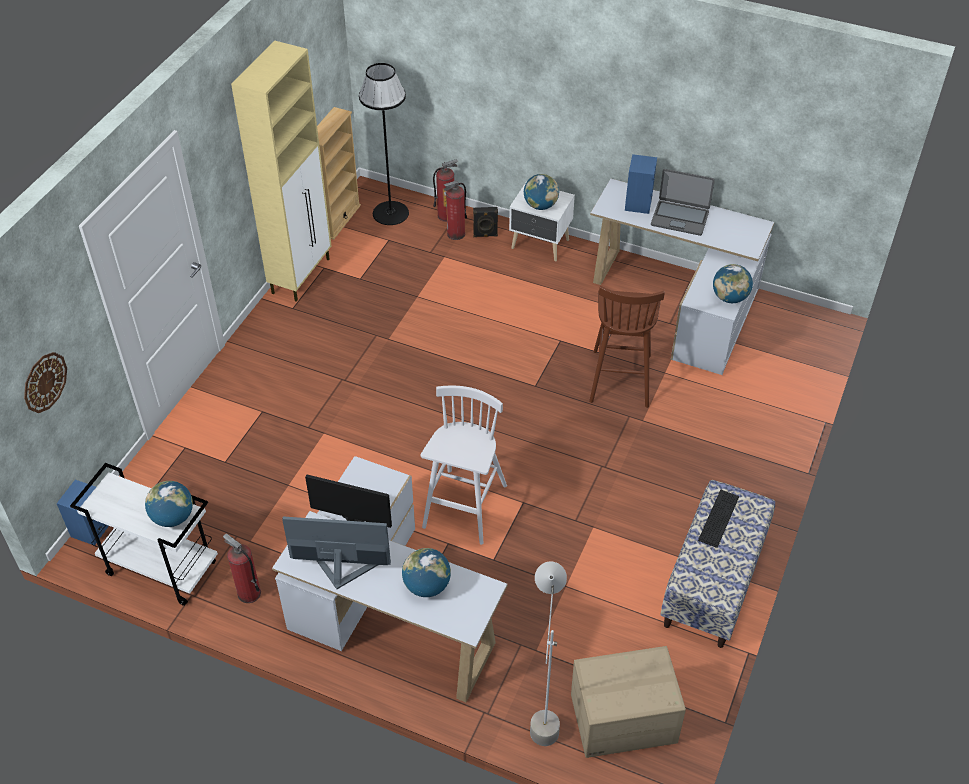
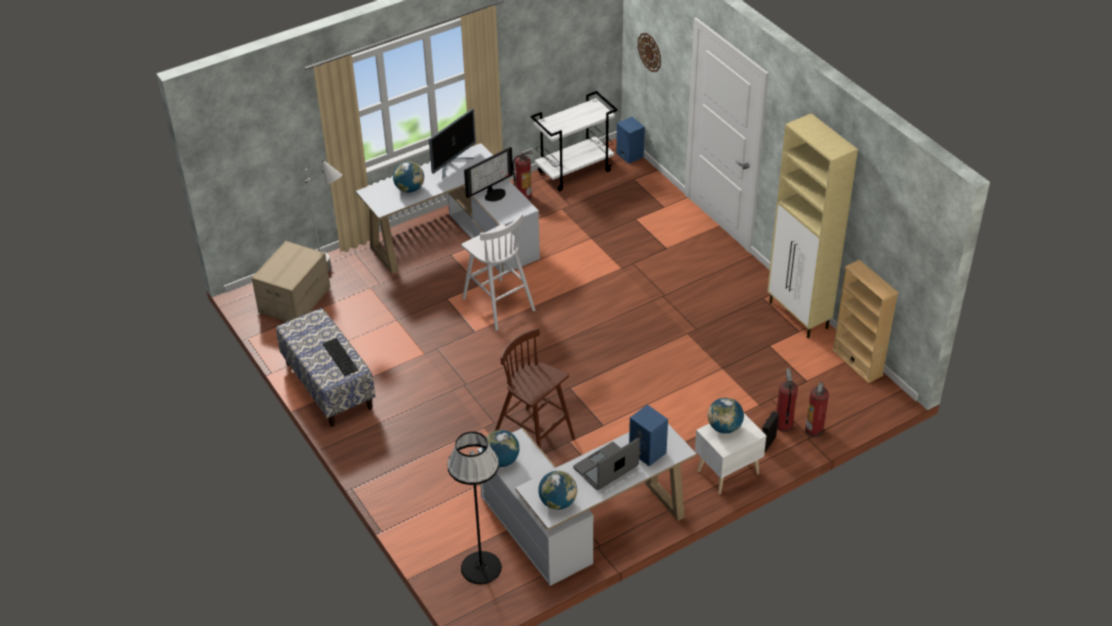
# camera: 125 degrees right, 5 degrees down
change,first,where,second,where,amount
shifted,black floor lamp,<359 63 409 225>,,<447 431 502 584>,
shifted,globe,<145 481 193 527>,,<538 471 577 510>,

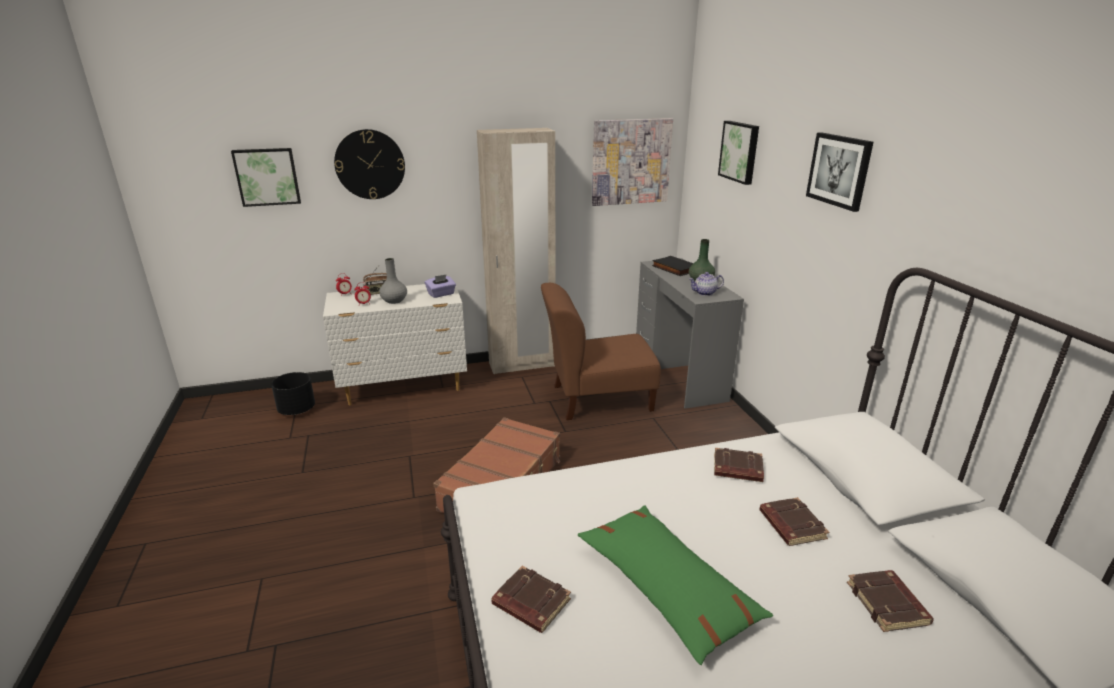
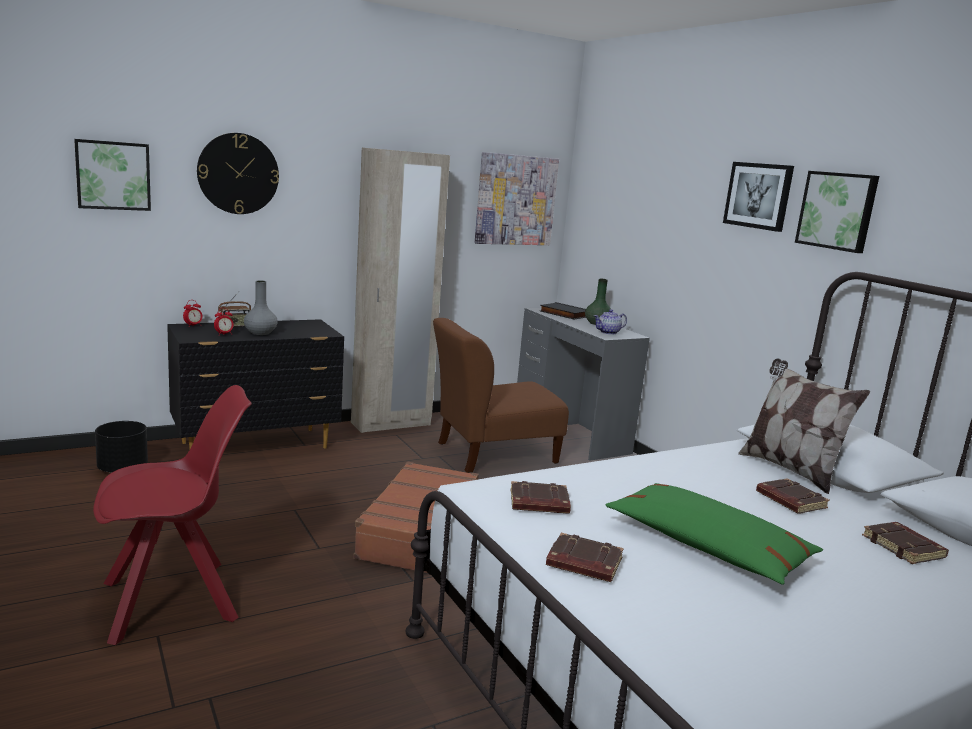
# camera: 15 degrees left, 10 degrees down
change,first,where,second,where,amount
shifted,picture,<718 121 759 185>,,<795 171 879 253>,
gone,purple tissue box,<425 275 456 298>,,,
repainted,white dresser,<323 284 467 405>,black dresser,<167 319 344 450>,
shifted,brown book,<714 448 764 482>,,<510 481 571 514>,
new,,,pillow,<738 358 870 494>,
new,,,red chair,<93 385 252 645>,

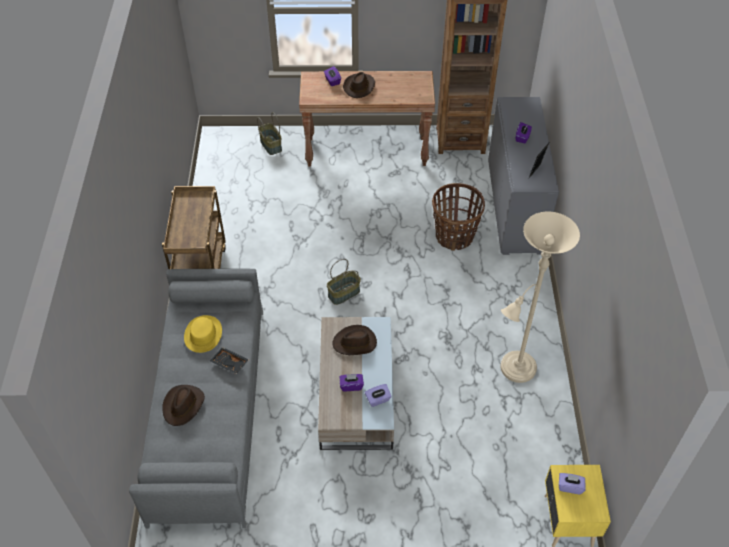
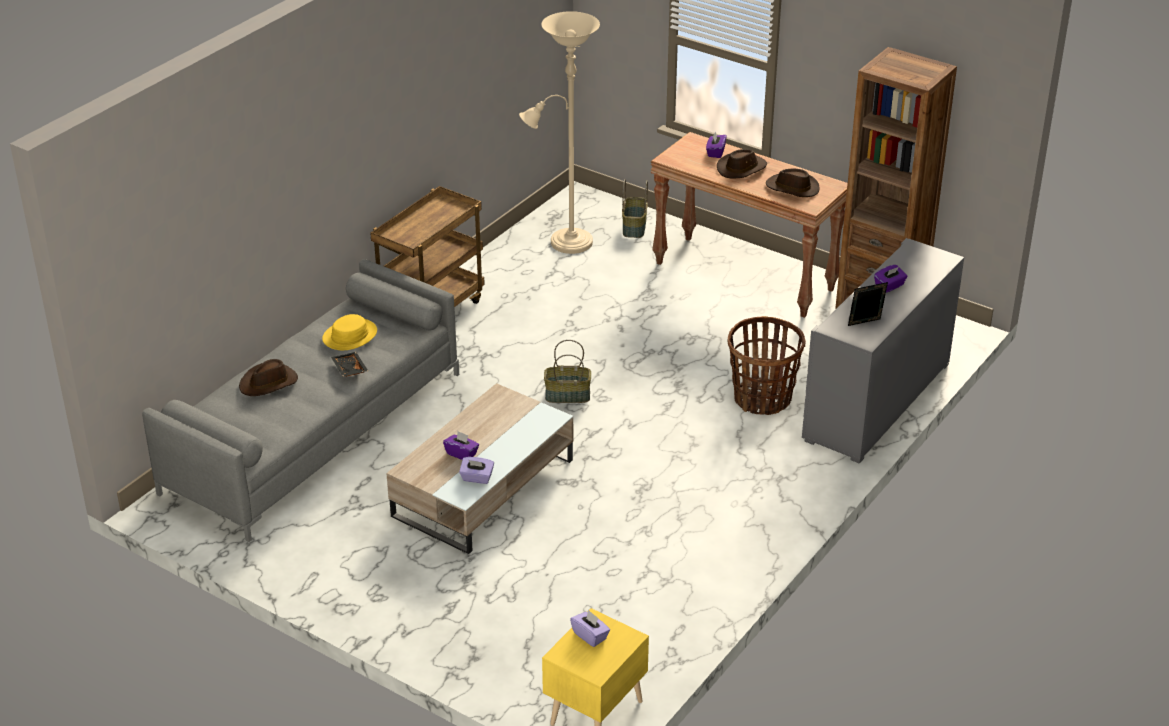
# camera: 35 degrees right, 15 degrees down
change,first,where,second,where,amount
shifted,beige floor lamp,<500 212 580 383>,,<519 11 600 254>,
shifted,brown hat,<332 325 377 355>,,<766 169 820 197>,

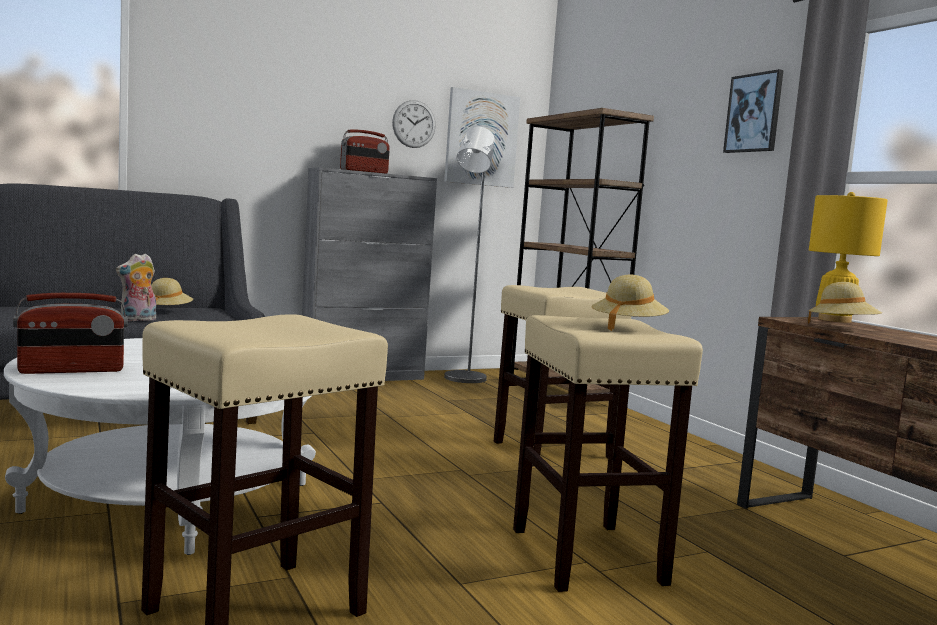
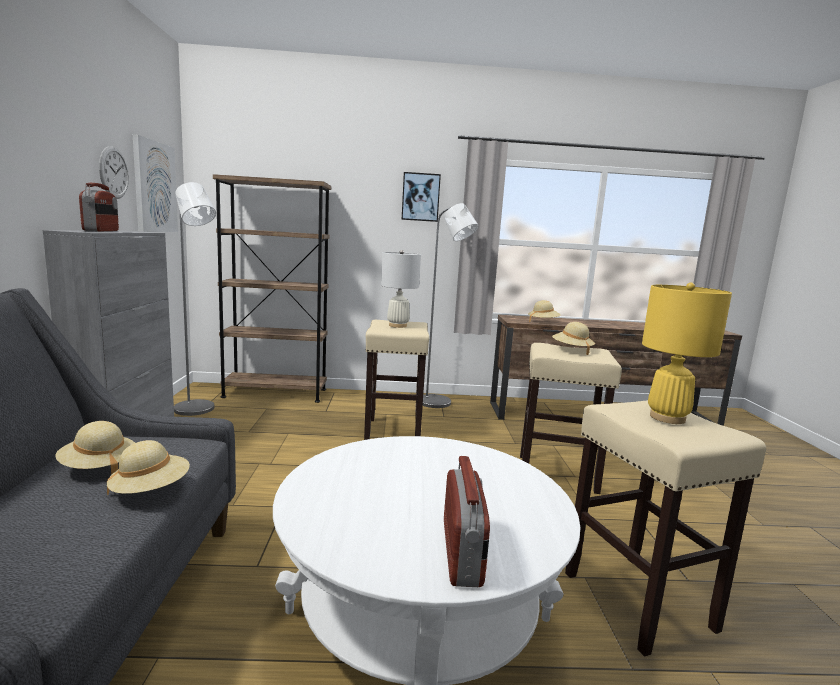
# camera: 65 degrees left, 5 degrees up
change,first,where,second,where,amount
shifted,yellow table lamp,<809 192 888 323>,,<642 283 732 424>,
swapped,plush toy,<116 253 156 322>,beige hat,<107 440 190 495>,
new,,,grey floor lamp,<423 203 479 408>,
new,,,white table lamp,<381 250 421 328>,

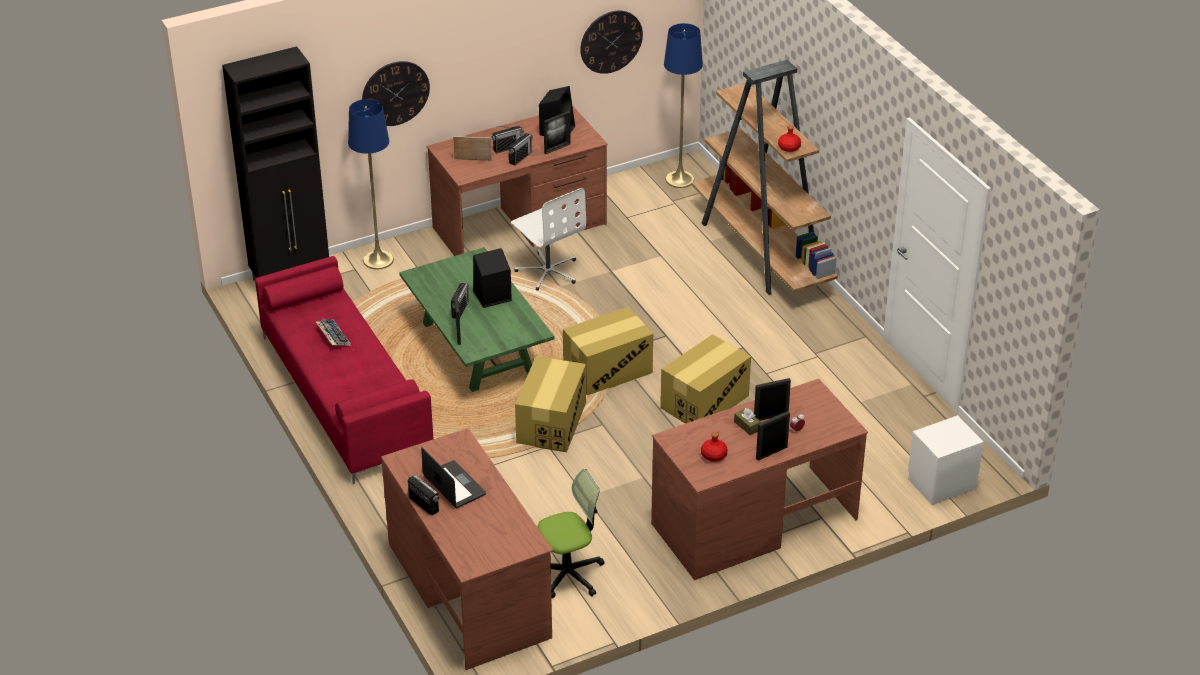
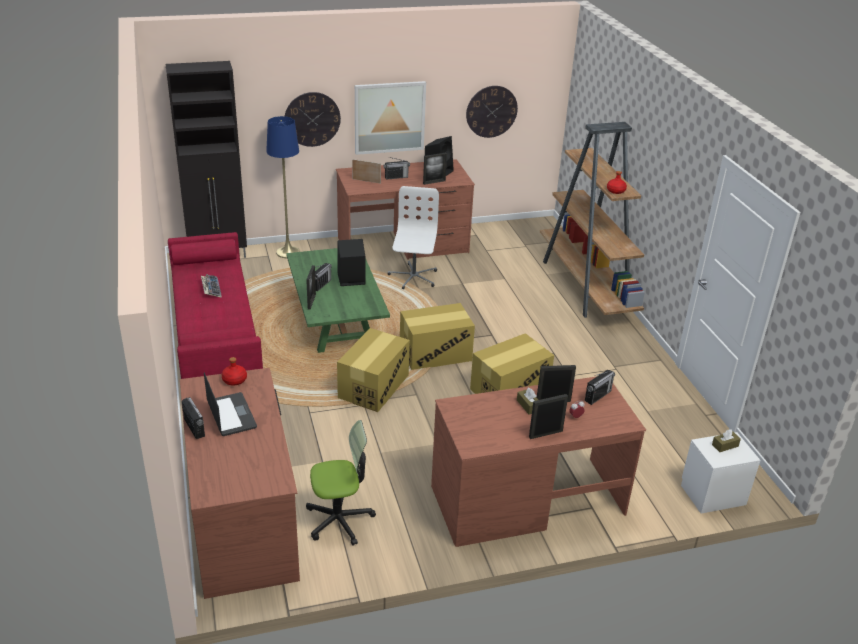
# camera: 10 degrees right, 5 degrees down
change,first,where,second,where,amount
gone,blue floor lamp,<664 23 703 188>,,,
shifted,radio,<508 133 533 166>,,<585 370 615 405>,
rotated,white office chair,<511 188 586 291>,,<388 186 439 289>,150 degrees counterclockwise
shifted,red bottle,<701 432 728 462>,,<222 357 247 386>,
new,,,picture,<355 81 426 155>,
new,,,brown tissue box,<712 429 741 452>,

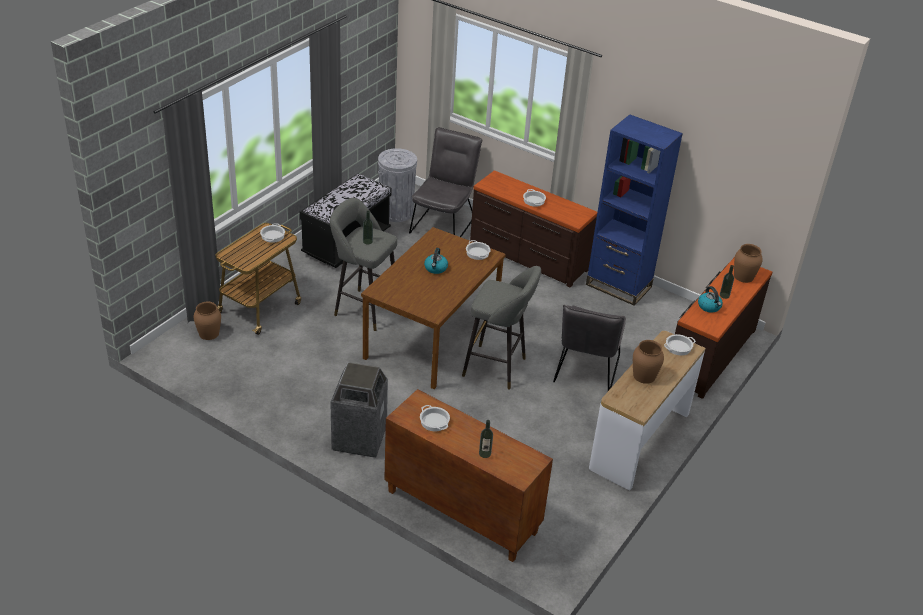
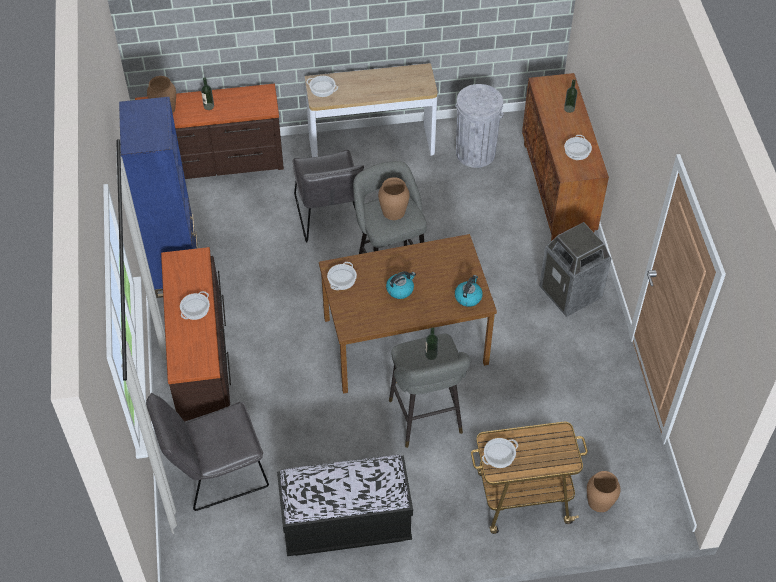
# camera: 130 degrees left, 15 degrees up
change,first,where,second,where,amount
shifted,grey trash can,<378 148 417 222>,,<455 84 504 168>,
shifted,kettle,<698 286 723 313>,,<455 275 483 307>,
rotated,grey chair,<553 305 626 391>,,<293 150 364 242>,105 degrees clockwise
shifted,brown vase,<633 340 664 384>,,<378 177 410 220>,

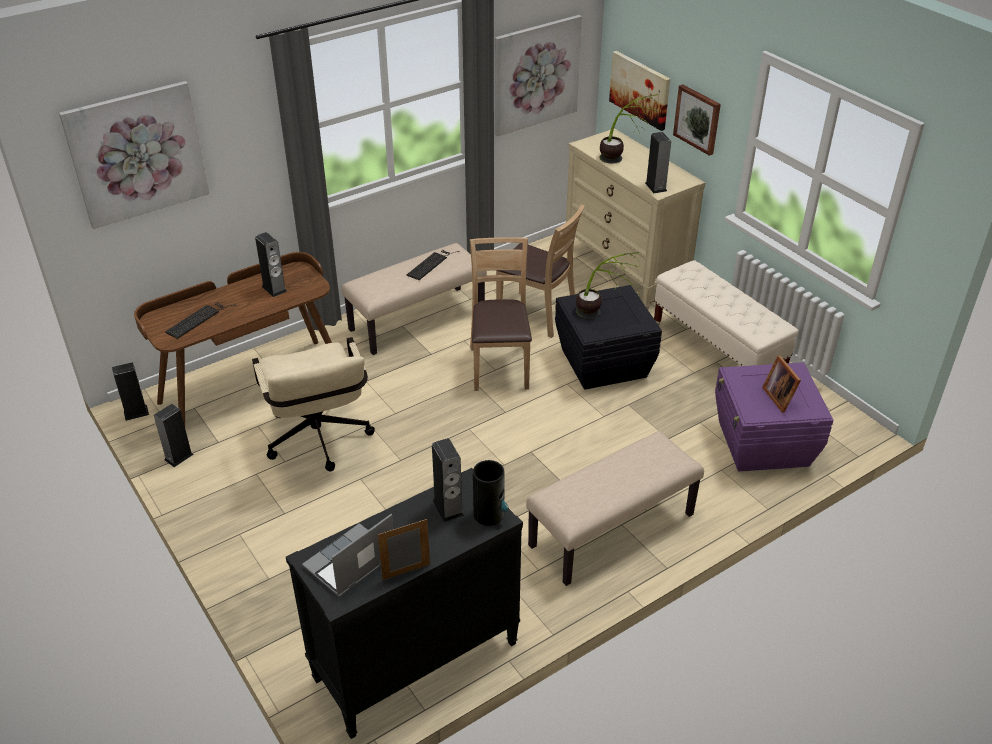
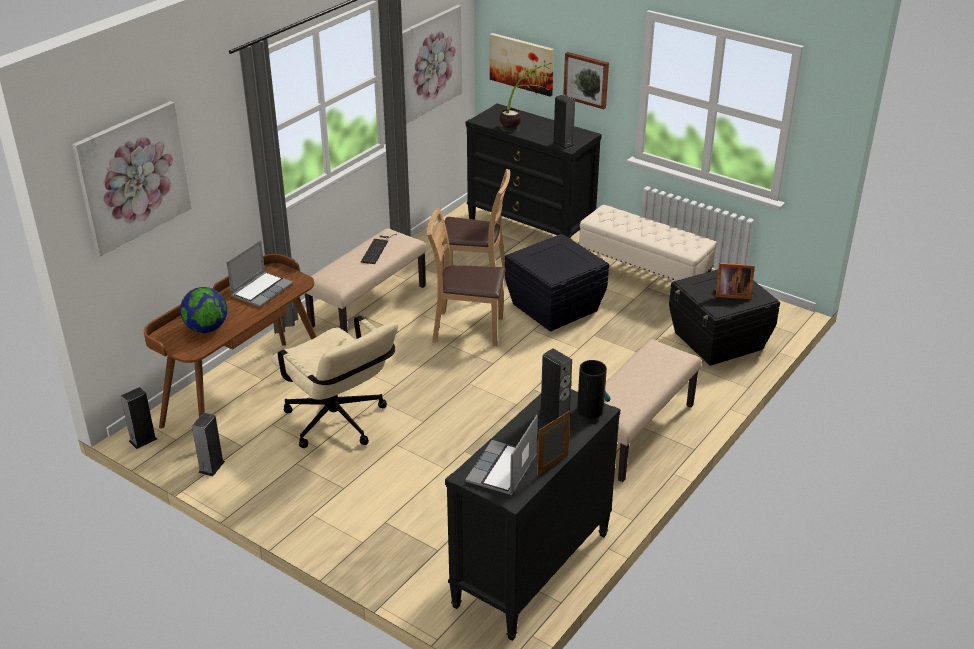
# camera: 20 degrees left, 5 degrees down
change,first,where,second,where,amount
repainted,beige dresser,<566 128 705 309>,black dresser,<466 103 602 238>,
swapped,speaker,<255 232 287 297>,laptop,<226 240 293 307>,
rotated,brown chair,<470 237 532 391>,,<427 208 506 346>,60 degrees counterclockwise
gone,potted plant,<576 252 640 319>,,,
swapped,keyboard,<165 302 236 339>,globe,<180 287 227 333>,
rotated,picture frame,<762 356 801 413>,,<716 263 755 299>,45 degrees counterclockwise
repainted,purple storage box,<715 362 834 471>,black storage box,<669 269 780 366>,

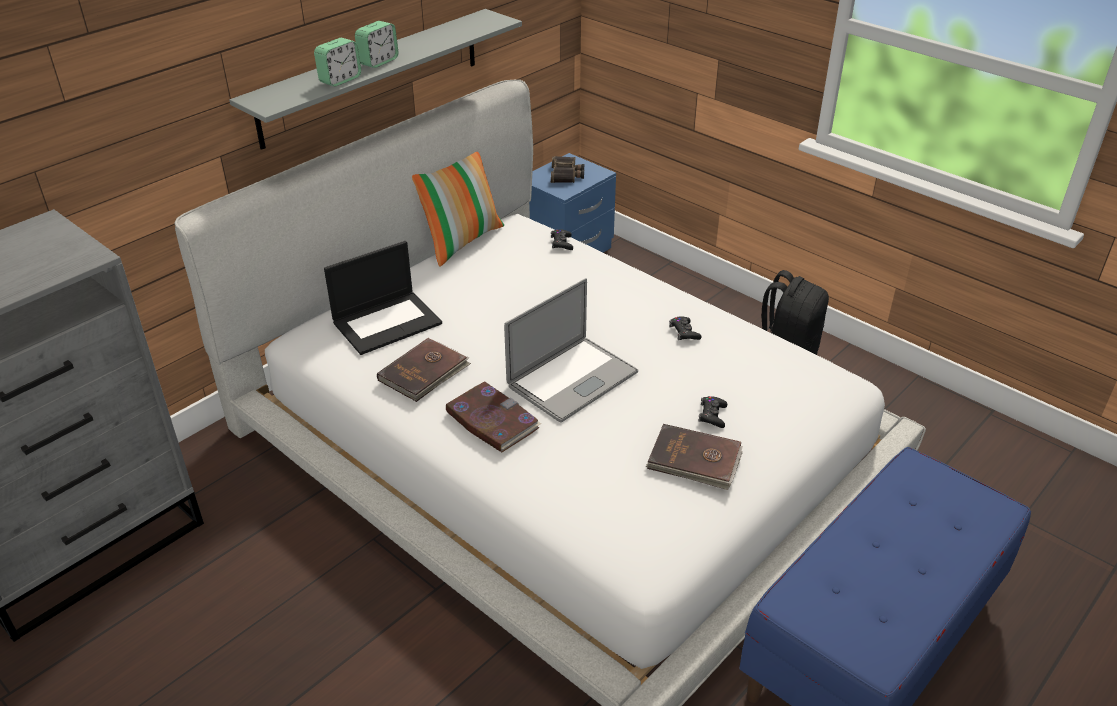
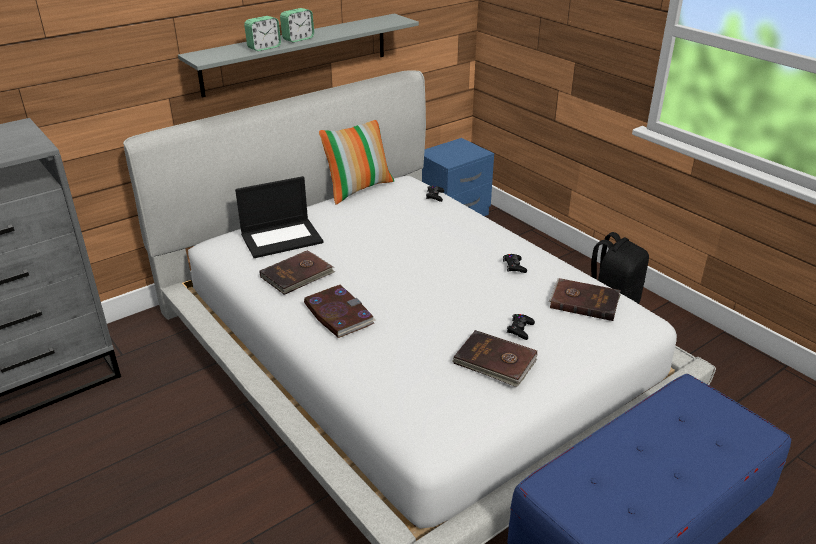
# camera: 10 degrees right, 5 degrees down
change,first,where,second,where,amount
gone,binoculars,<551 156 584 183>,,,
gone,laptop,<504 278 638 423>,,,
new,,,brown book,<549 278 621 321>,

